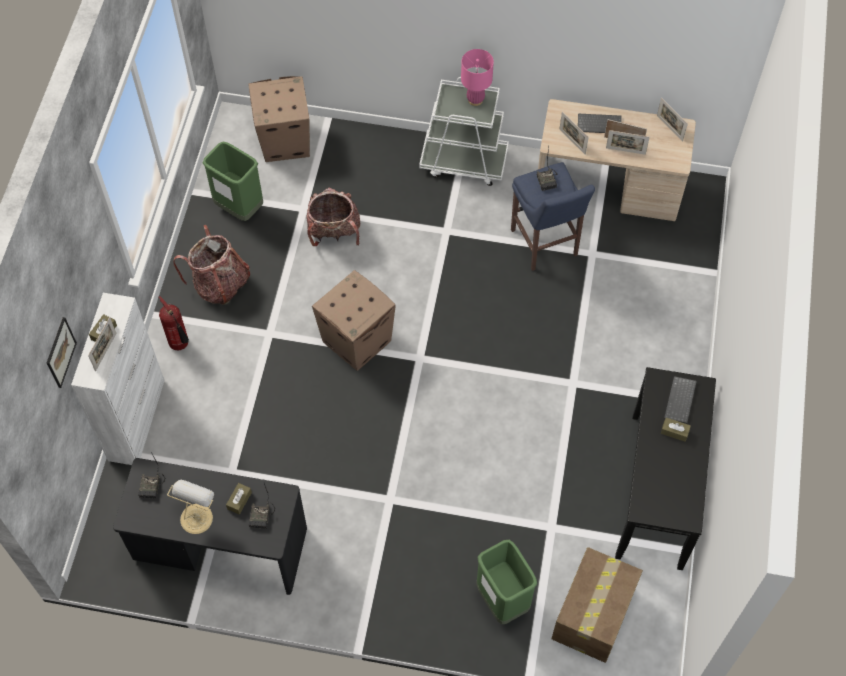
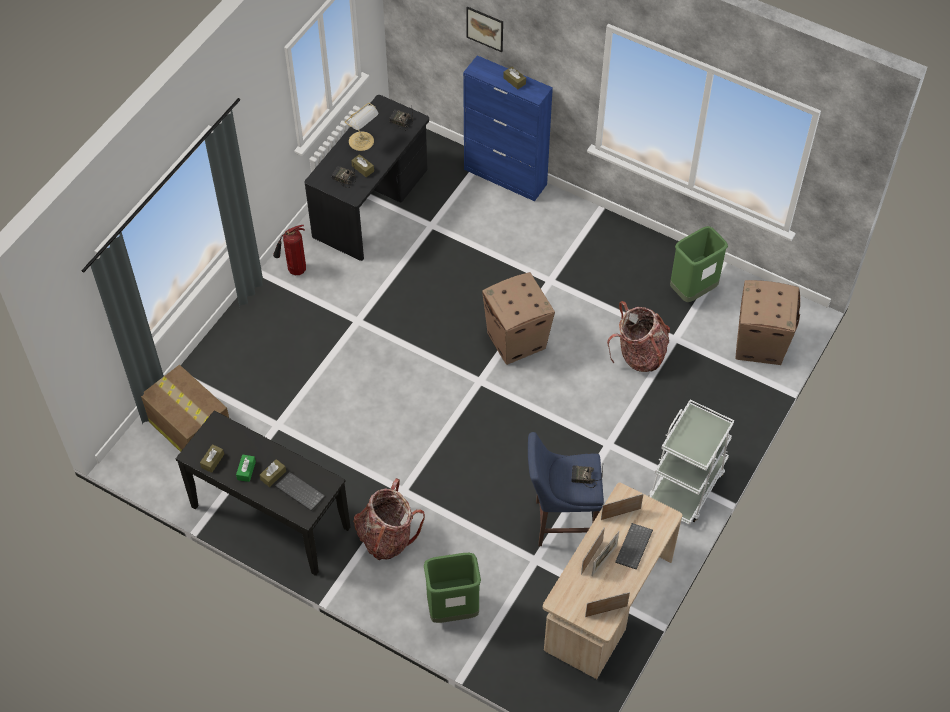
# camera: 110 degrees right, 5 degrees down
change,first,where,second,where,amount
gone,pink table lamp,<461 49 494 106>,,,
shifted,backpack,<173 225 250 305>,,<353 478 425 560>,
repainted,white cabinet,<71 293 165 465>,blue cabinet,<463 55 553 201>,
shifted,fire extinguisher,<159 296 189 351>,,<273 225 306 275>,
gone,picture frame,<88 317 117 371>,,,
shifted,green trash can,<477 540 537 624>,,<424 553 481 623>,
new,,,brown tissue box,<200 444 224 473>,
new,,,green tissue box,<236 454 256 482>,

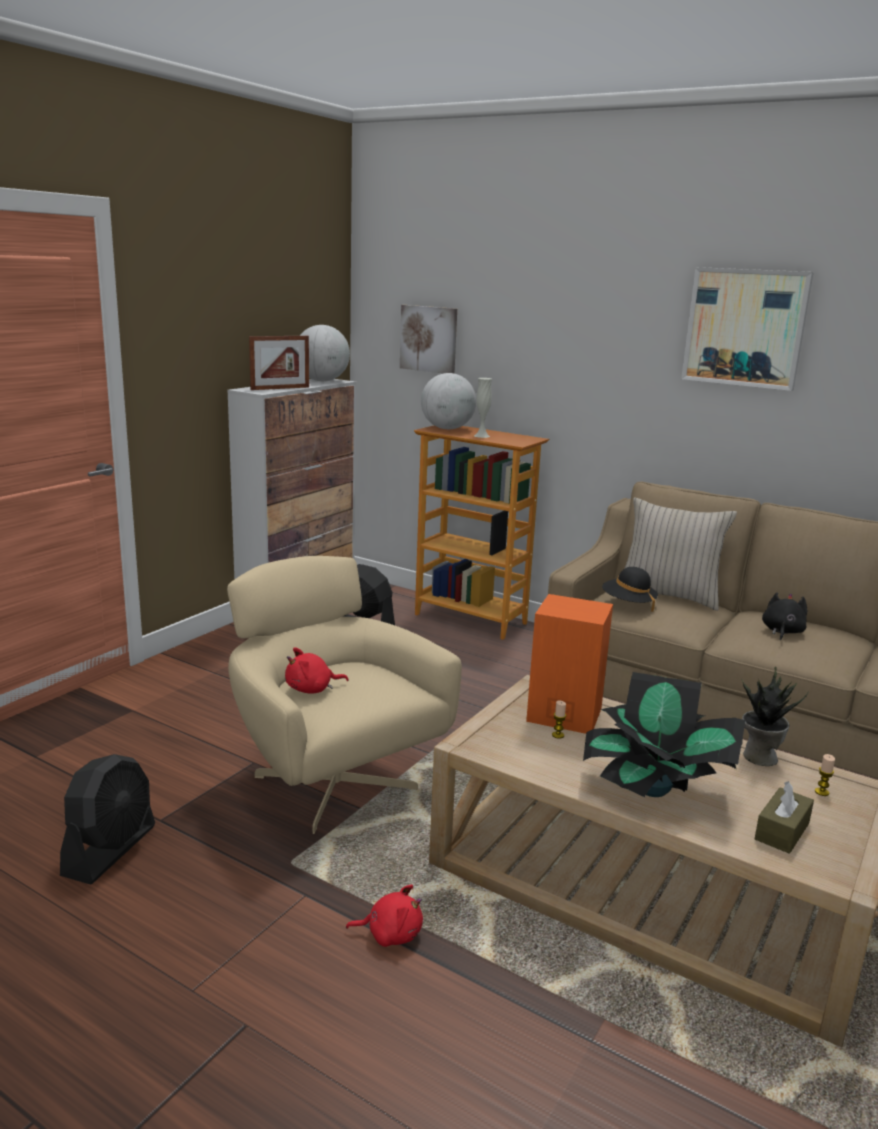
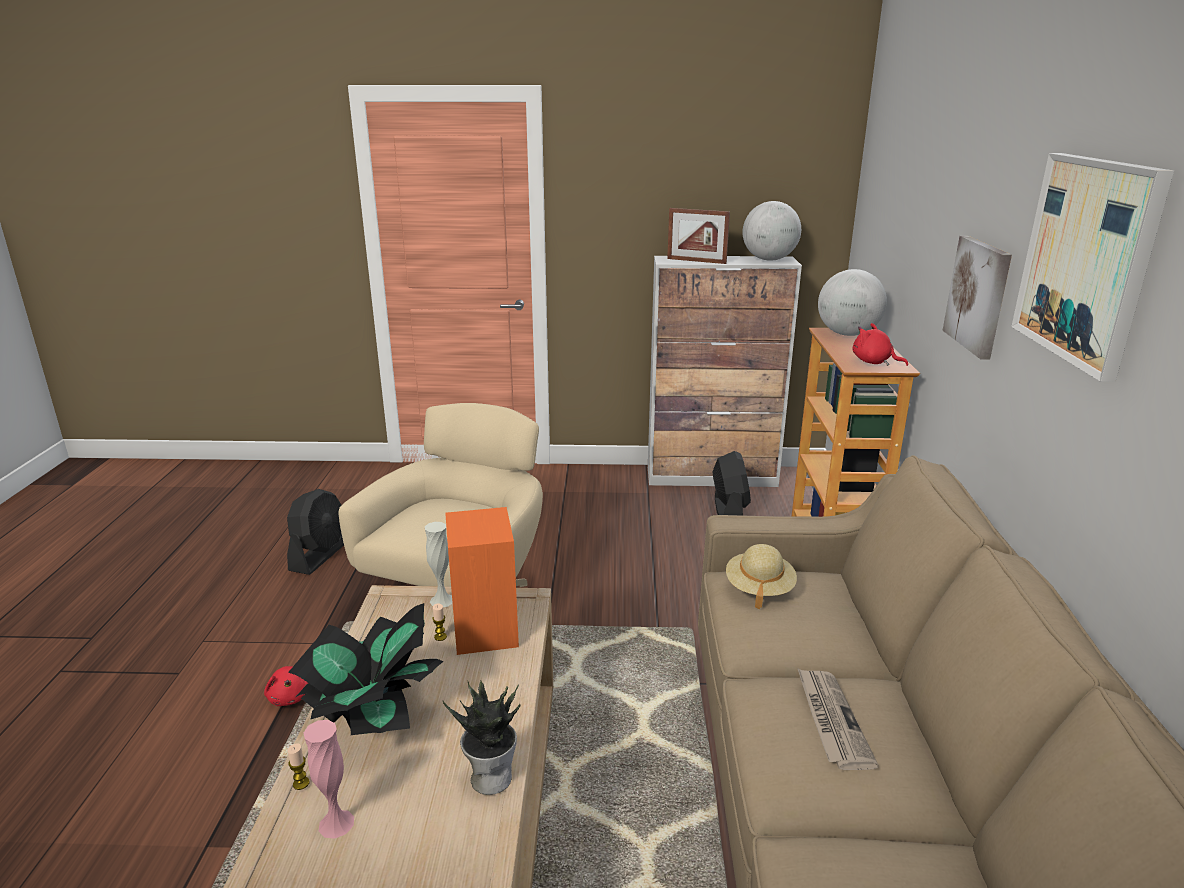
# camera: 60 degrees right, 5 degrees up
change,first,where,second,where,amount
shifted,picture,<400 305 457 373>,,<942 236 1012 360>,
shifted,white vase,<474 378 492 438>,,<425 522 453 607>,
gone,beige pillow,<625 497 737 611>,,,
repainted,black hat,<602 567 658 612>,beige hat,<726 544 797 609>,
swapped,black plush toy,<762 592 807 641>,newspaper,<797 668 879 770>,
shifted,red plush toy,<285 647 349 694>,,<853 323 908 366>,
rotated,black fan,<60 754 155 884>,,<287 489 344 575>,60 degrees counterclockwise
shifted,candle,<815 754 835 796>,,<288 743 309 790>,
swapped,brown tissue box,<755 781 814 854>,pink vase,<304 720 354 839>,

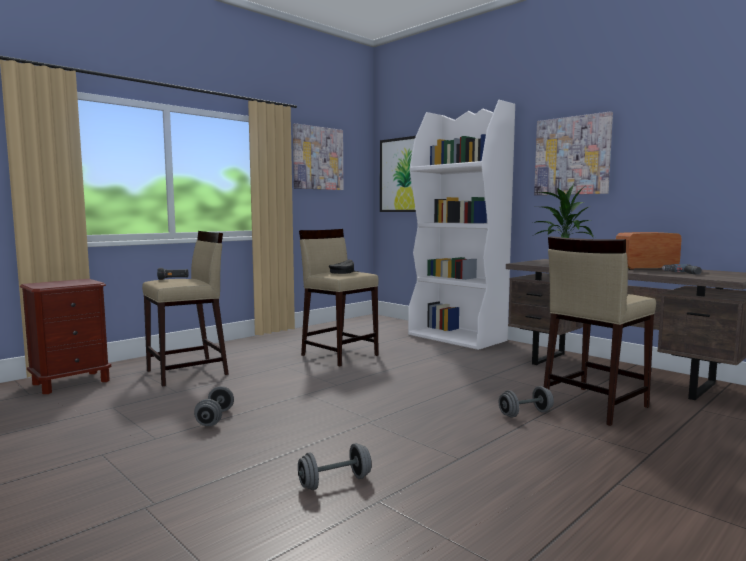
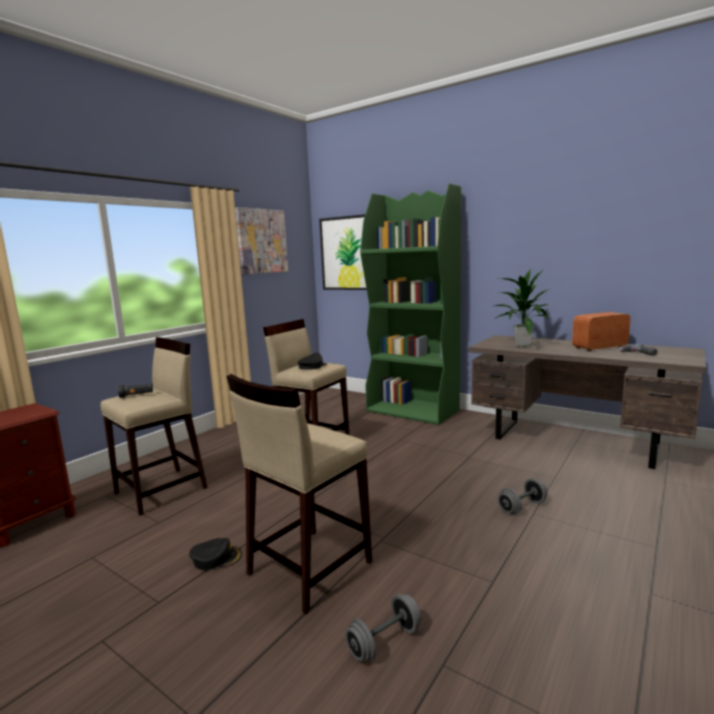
# camera: 10 degrees left, 5 degrees up
change,first,where,second,where,amount
repainted,white bookcase,<408 100 515 350>,green bookcase,<360 184 461 425>,
gone,picture,<534 111 613 195>,,,
shifted,beige stool,<544 236 656 426>,,<226 374 372 615>,
swapped,grey dumbbell,<194 386 234 426>,black cap,<189 538 242 570>,

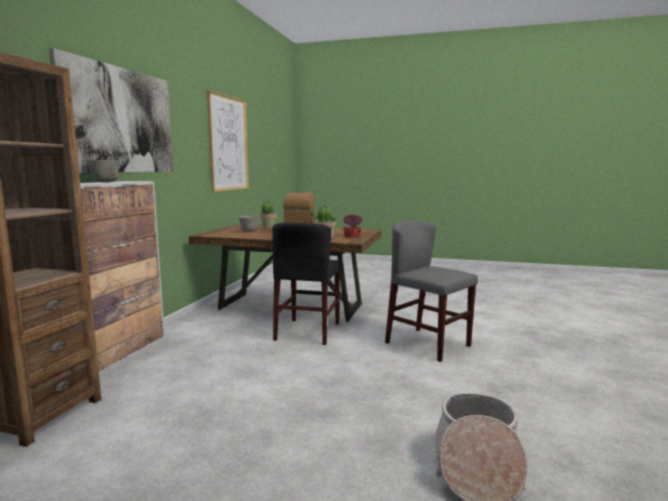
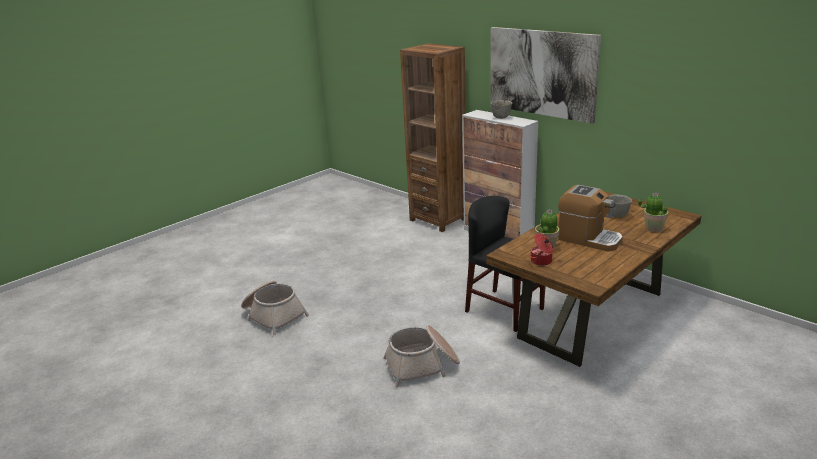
# camera: 120 degrees right, 15 degrees up
change,first,where,second,where,amount
gone,picture,<207 90 249 192>,,,
swapped,grey chair,<385 220 478 362>,basket,<383 325 460 387>,

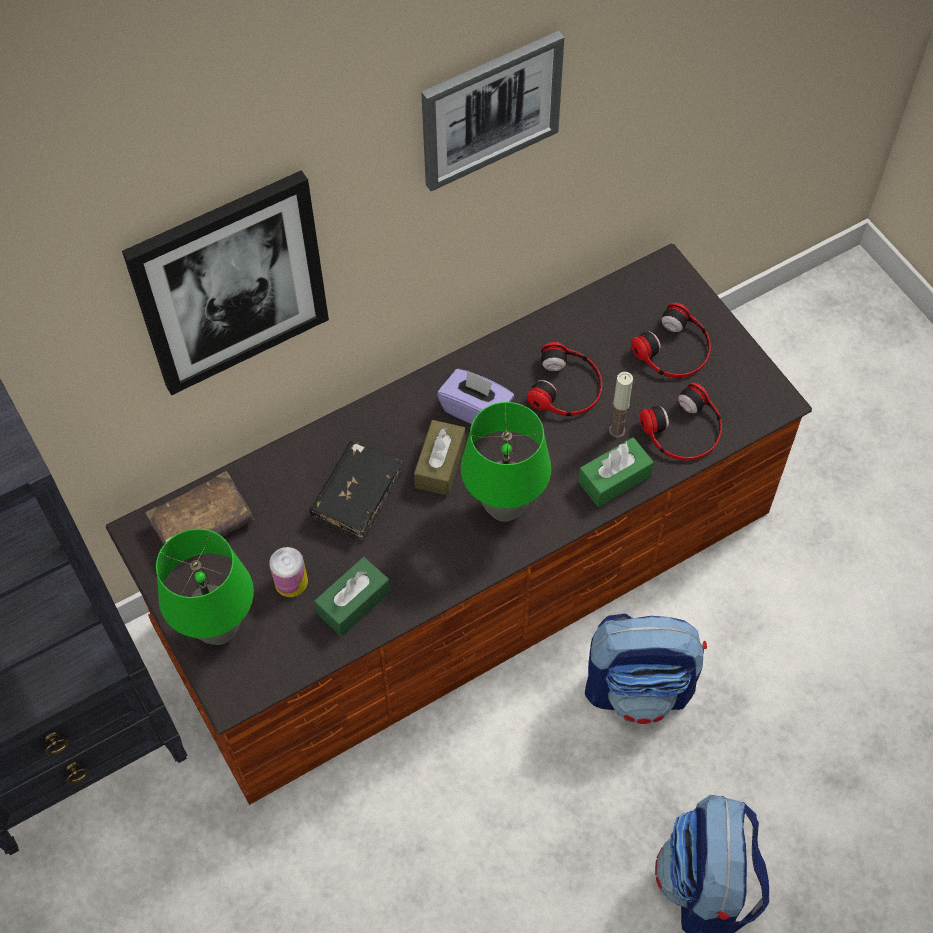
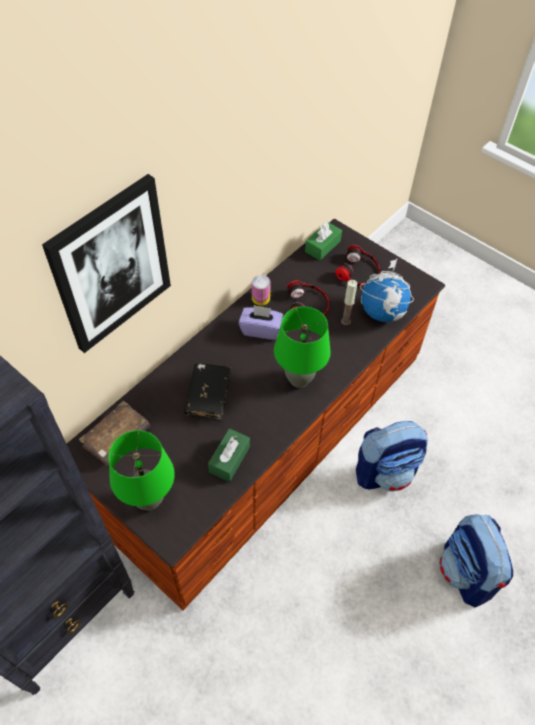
# camera: 20 degrees left, 5 degrees down
change,first,where,second,where,amount
gone,picture,<421 31 564 191>,,,
swapped,headphones,<640 383 722 460>,globe,<360 258 414 322>,
gone,brown tissue box,<414 420 466 496>,,,
shifted,green tissue box,<578 437 654 507>,,<305 222 342 260>,
shifted,can,<269 547 308 597>,,<252 275 271 306>,

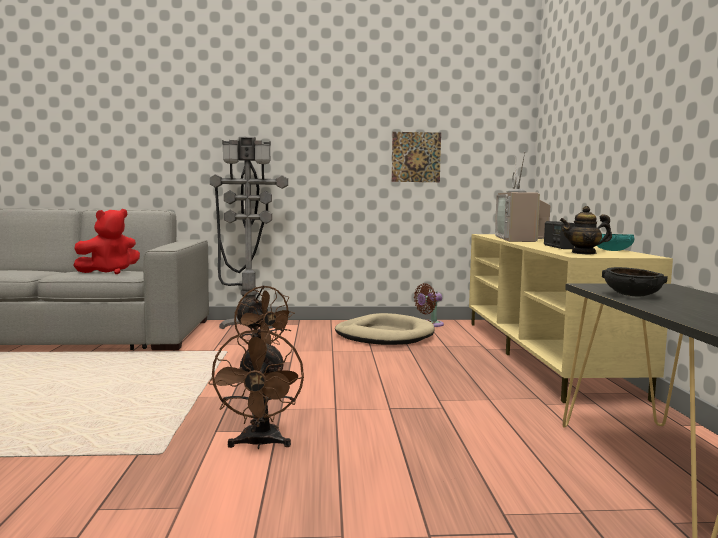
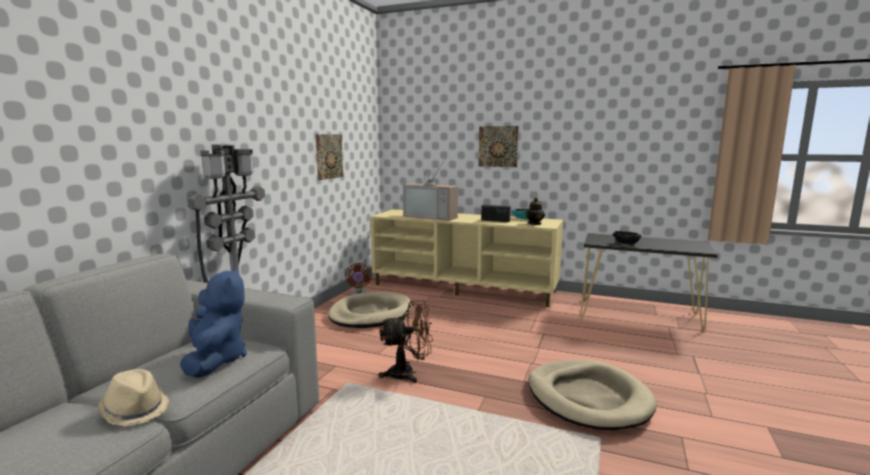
# camera: 65 degrees left, 5 degrees up
change,first,where,second,where,amount
repainted,red plush toy,<73 209 140 274>,blue plush toy,<180 267 247 378>,
swapped,brown fan,<208 329 304 449>,beige dog bed,<528 360 657 430>,
new,,,picture,<479 126 519 167>,
new,,,beige hat,<98 369 169 426>,

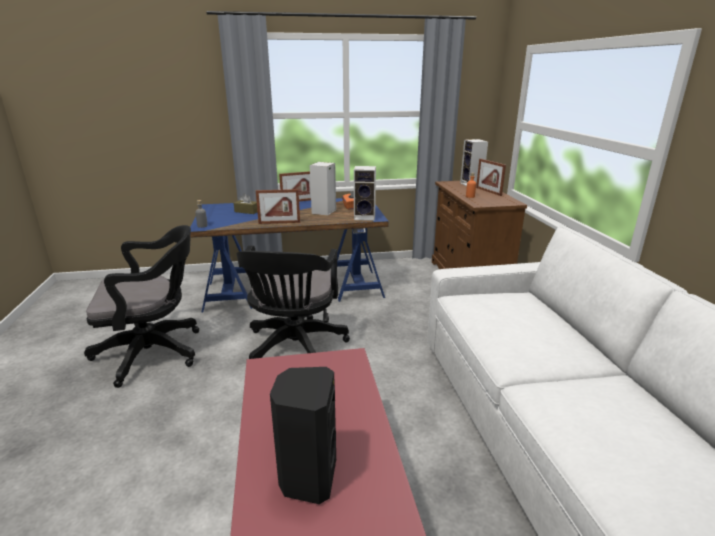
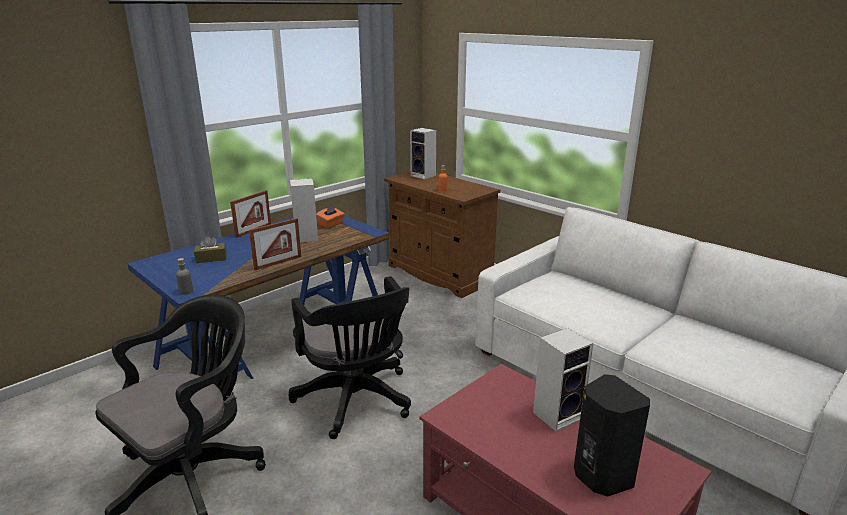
# camera: 35 degrees left, 0 degrees up
change,first,where,second,where,amount
gone,picture frame,<476 159 506 196>,,,
shifted,speaker,<354 166 376 221>,,<533 328 593 431>,

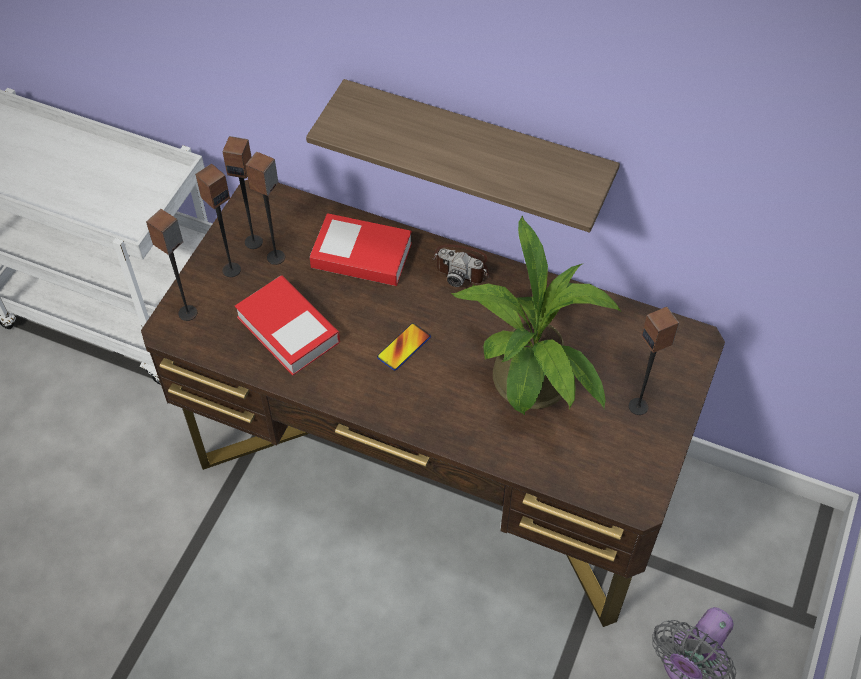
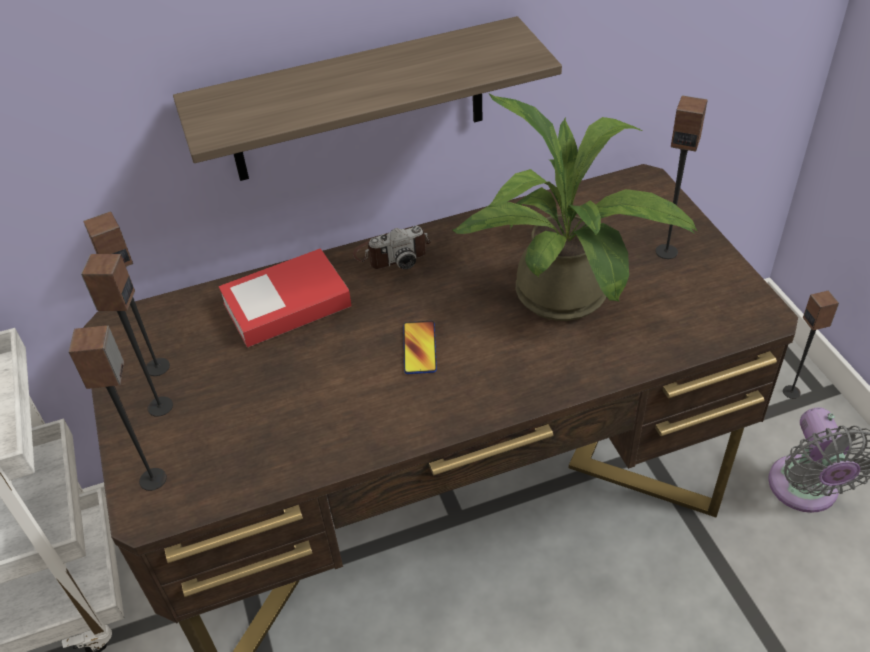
# camera: 40 degrees left, 10 degrees down
change,first,where,second,where,amount
shifted,speaker,<245 152 285 265>,,<783 291 839 399>,
gone,book,<235 276 340 376>,,,

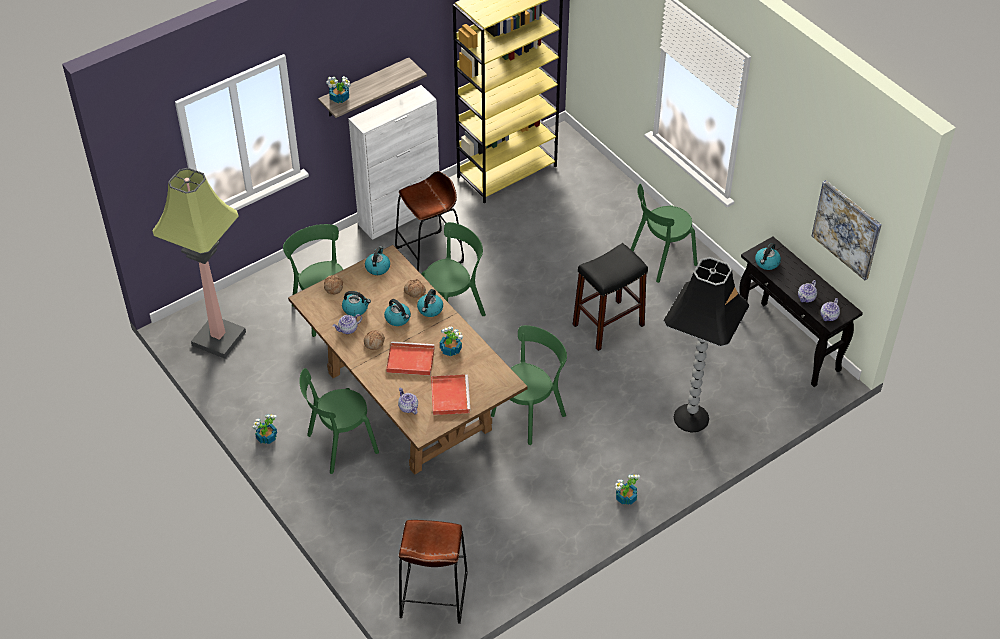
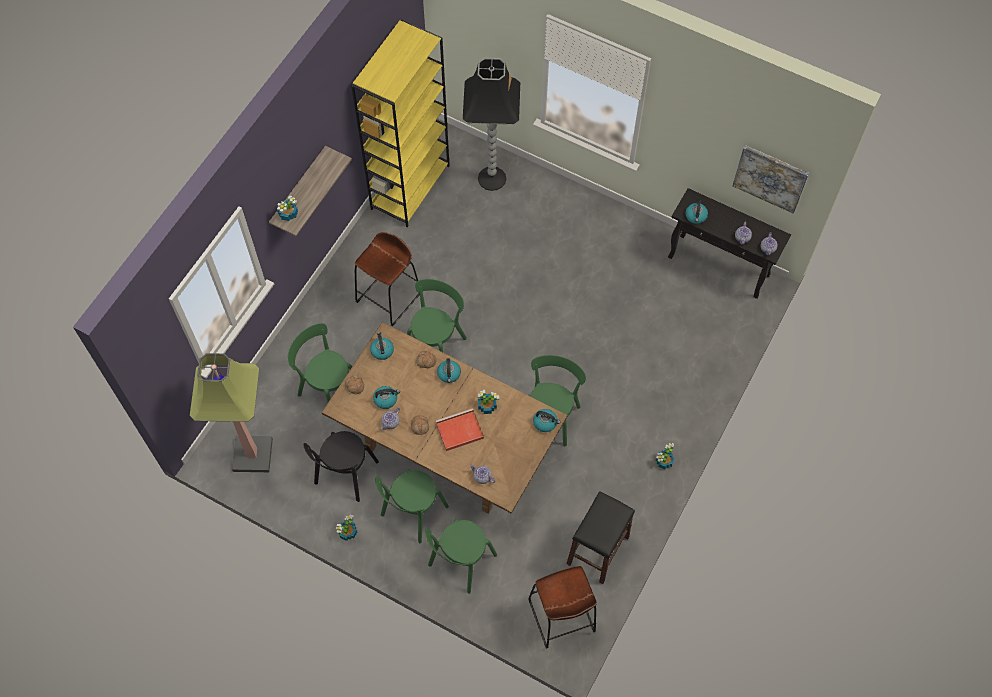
# camera: 25 degrees left, 15 degrees up
change,first,where,second,where,amount
gone,white cabinet,<348 85 439 240>,,,
shifted,green chair,<631 184 697 283>,,<425 519 497 594>,
shifted,black stool,<573 243 648 351>,,<567 491 635 584>,
shifted,black floor lamp,<663 257 750 433>,,<462 58 521 191>,
shifted,kettle,<384 299 411 326>,,<533 409 561 432>,
gone,red tray,<431 374 471 415>,,,
new,,,black chair,<303 431 379 502>,

